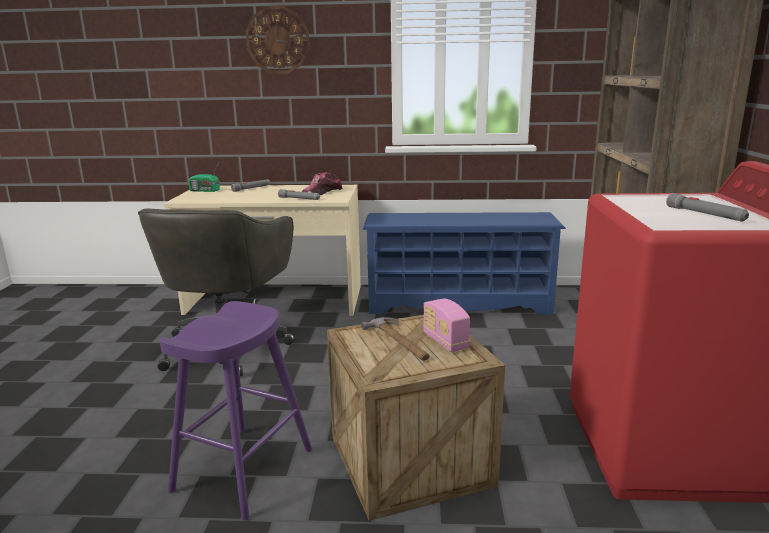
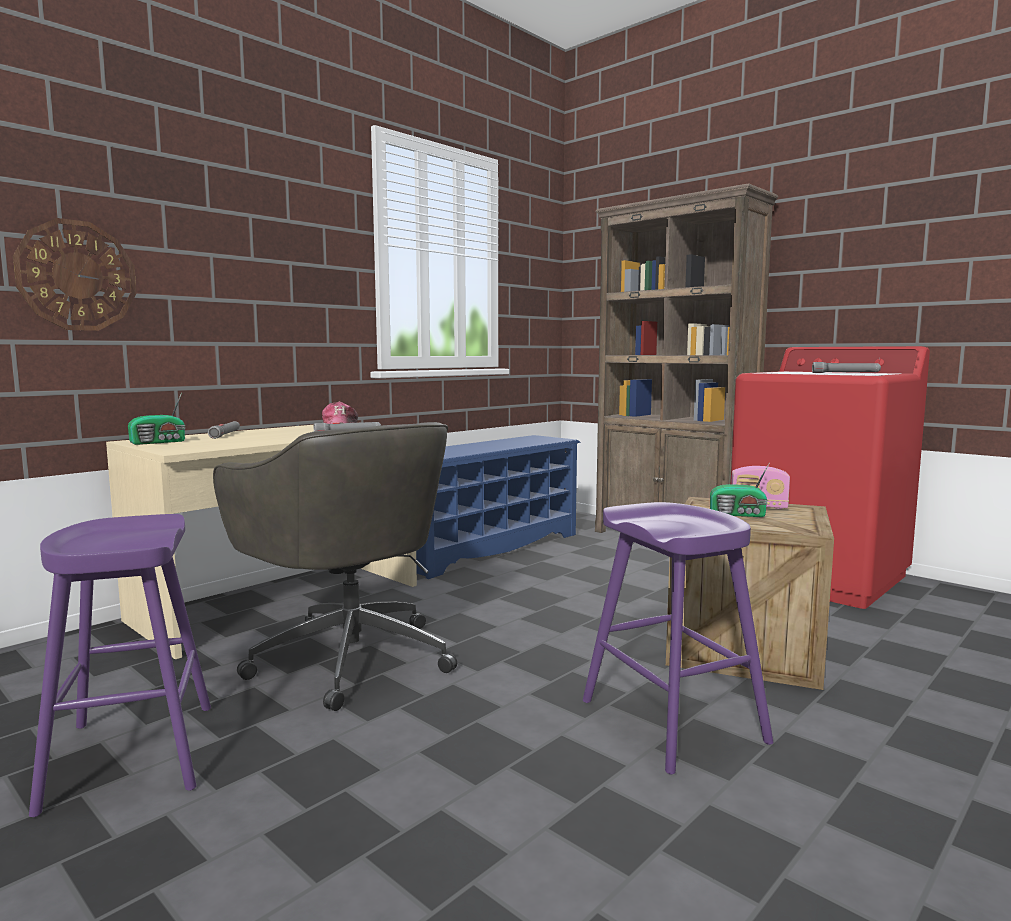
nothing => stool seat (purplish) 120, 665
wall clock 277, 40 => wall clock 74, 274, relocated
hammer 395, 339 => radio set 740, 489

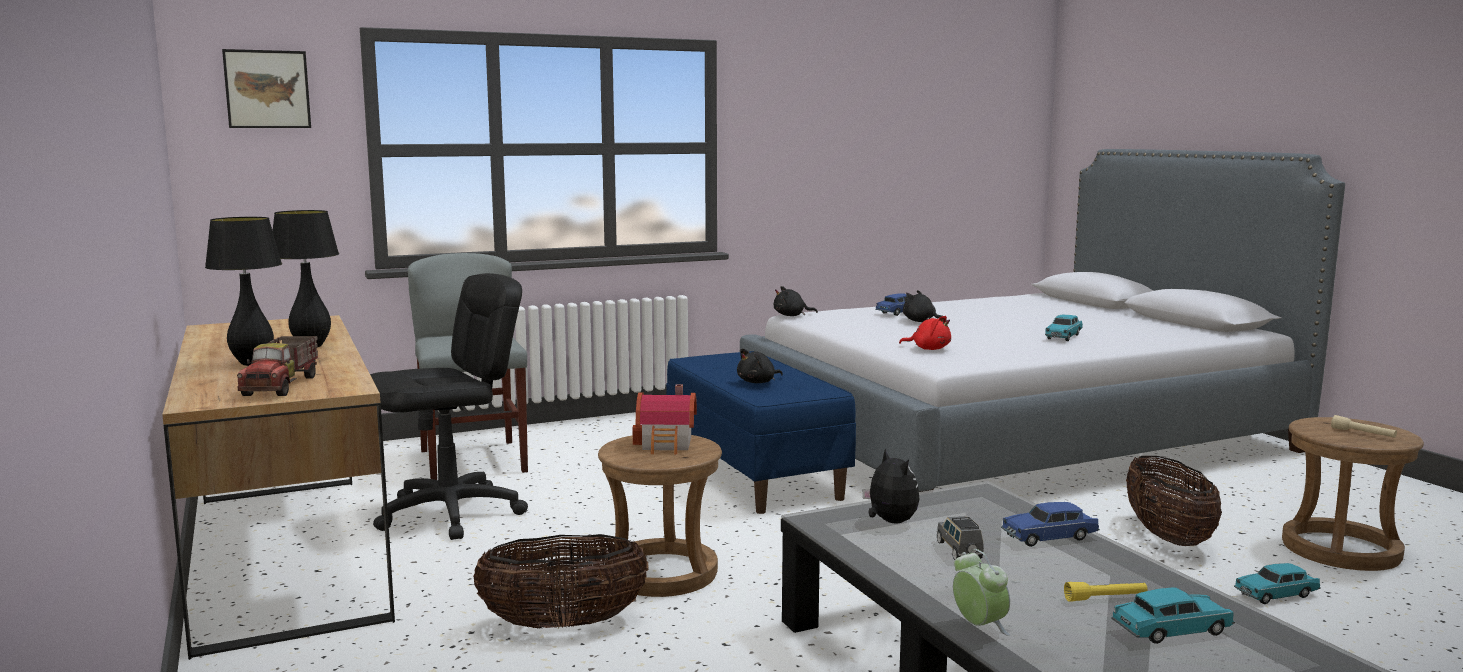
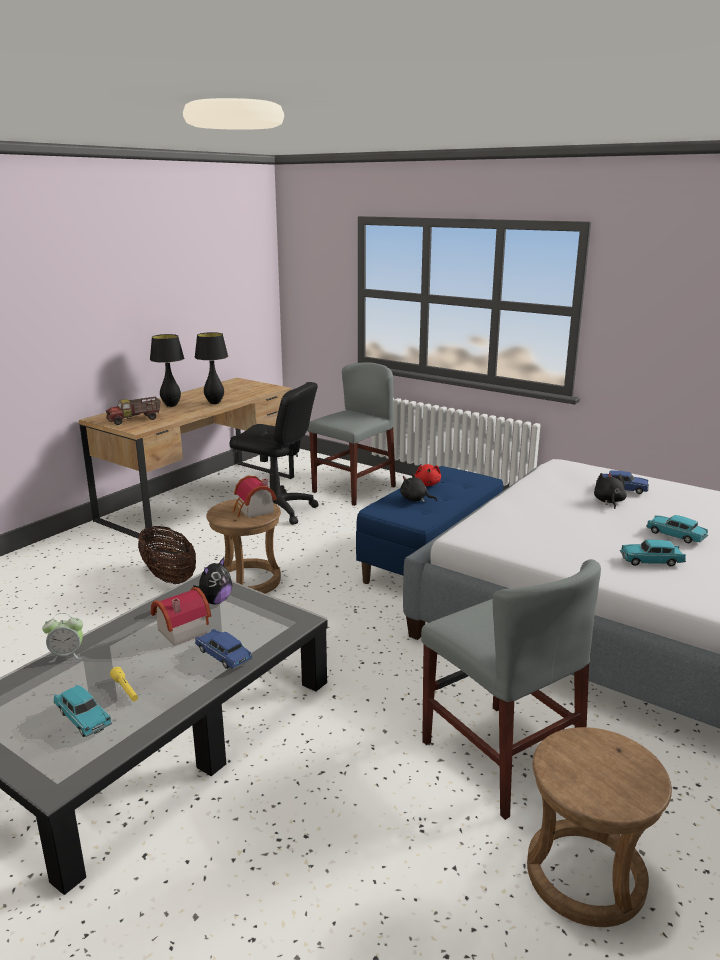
wall picture 266, 88 => nothing
soft toy (black) 796, 301 => nothing
torch (beige-coloured) 1364, 426 => nothing
soft toy (reddish) 925, 333 => soft toy (reddish) 428, 475, relocated
model car (blue-green) 1277, 583 => model car (blue-green) 677, 529, relocated
model car (gray) 960, 538 => miniature house 181, 616
basket 1174, 501 => upright chair (gray) 511, 689
table clock 981, 592 => table clock 62, 638, 45 degrees clockwise

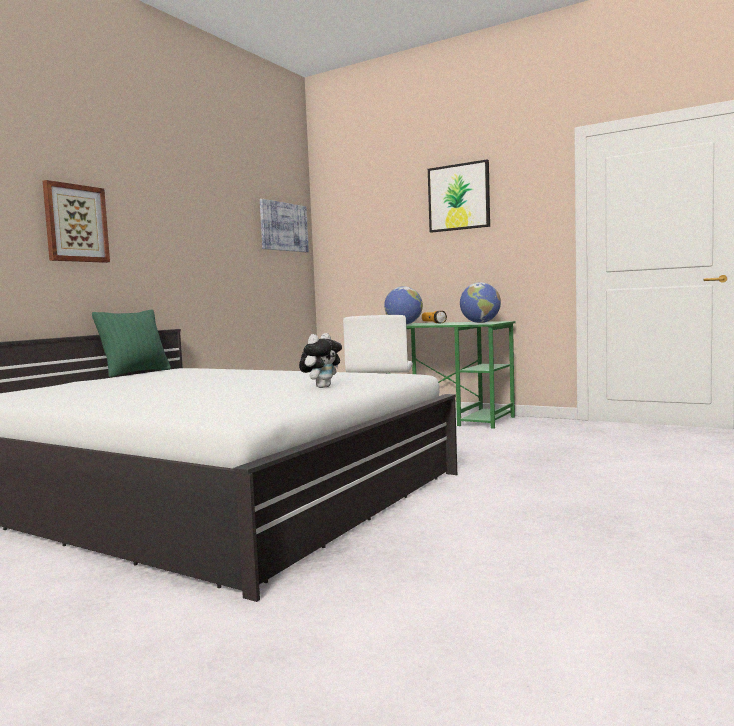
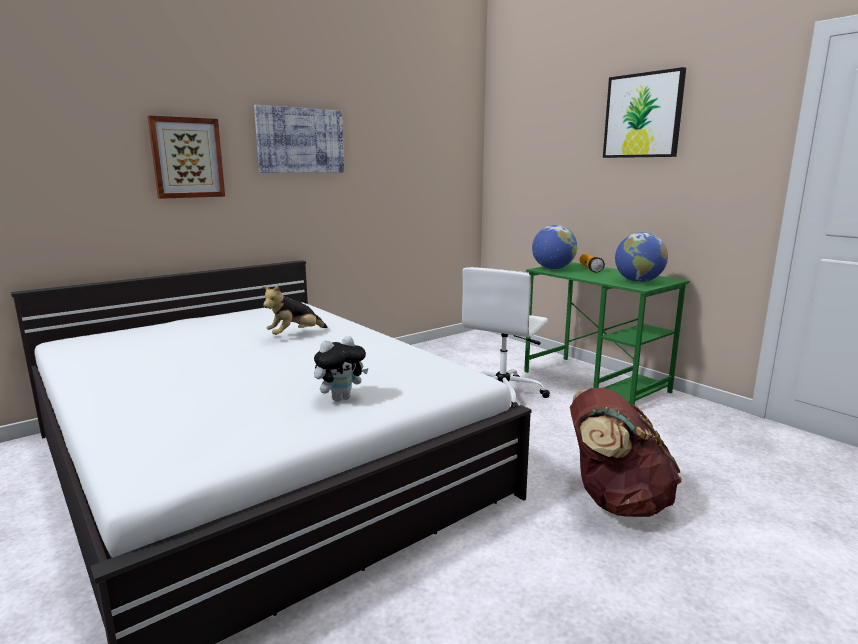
pillow (greenish) 131, 343 => nothing
nothing => soft toy 294, 310
nothing => knapsack (brown) 626, 452
wall picture 284, 225 => wall picture 299, 139, relocated

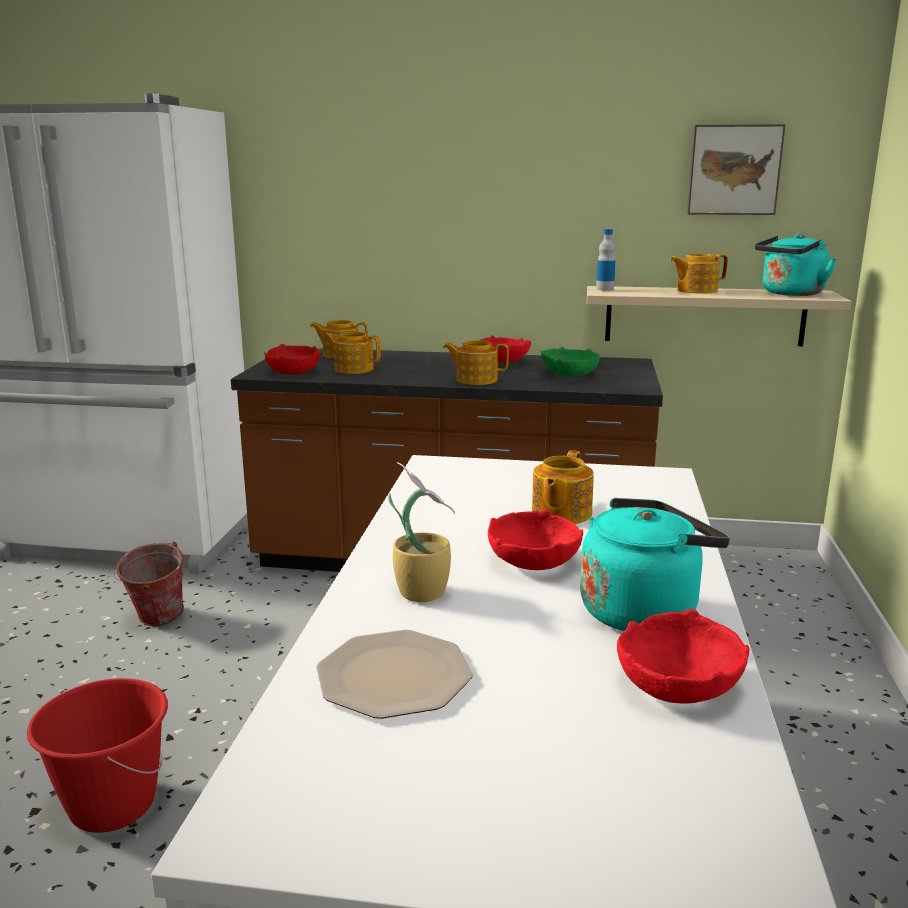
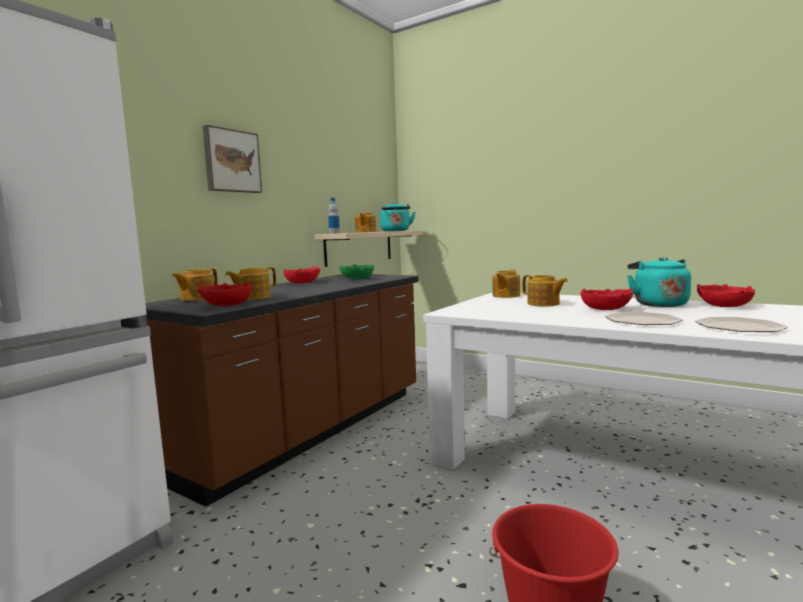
bucket 148, 583 => nothing
pot for tea 476, 362 => pot for tea 506, 284, relocated
wall picture 736, 169 => wall picture 232, 159, relocated
houseplant 421, 532 => flat dish 643, 318

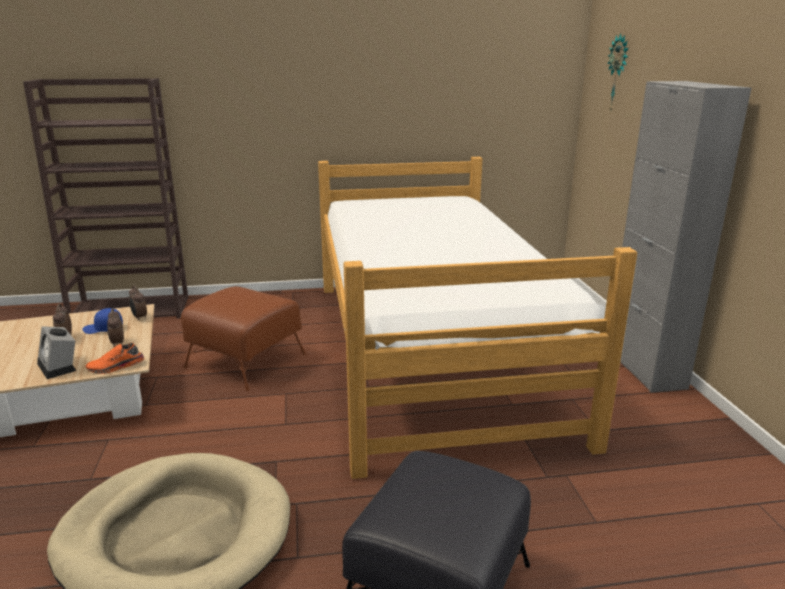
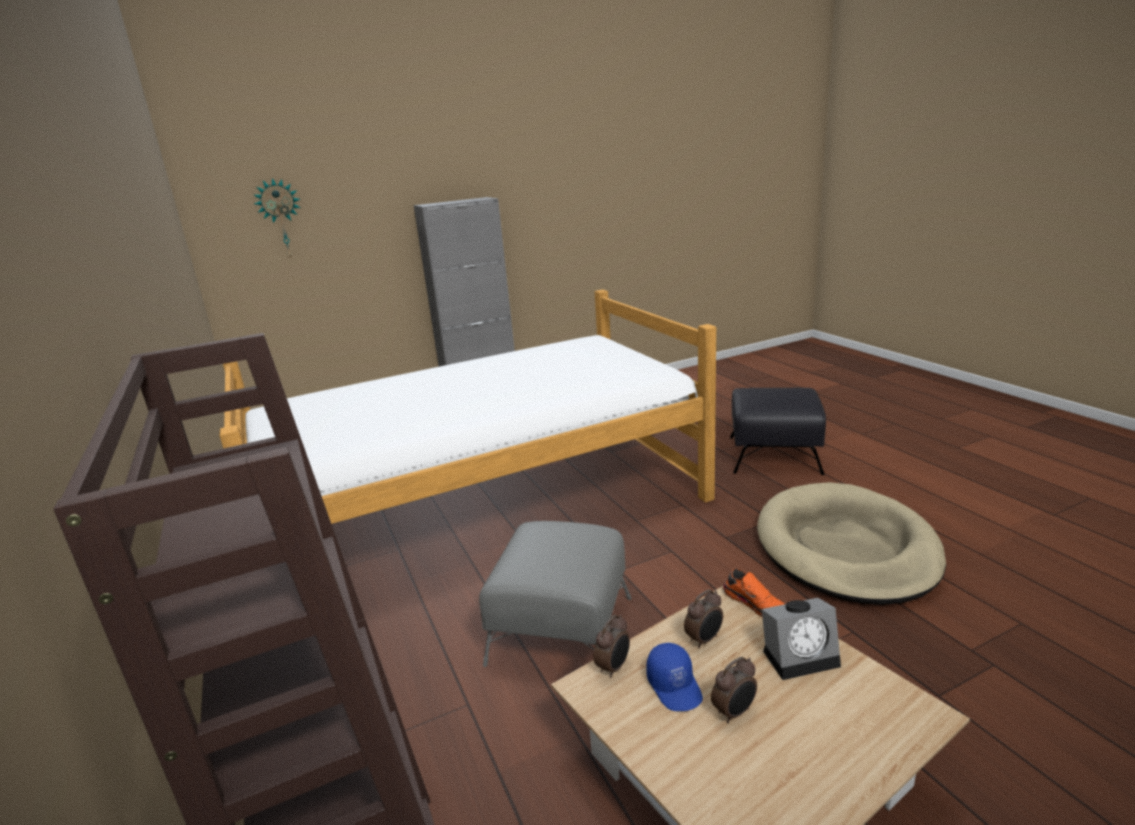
footrest (brown) 243, 338 => footrest (gray) 555, 594
table clock 56, 352 => table clock 801, 639, 45 degrees clockwise

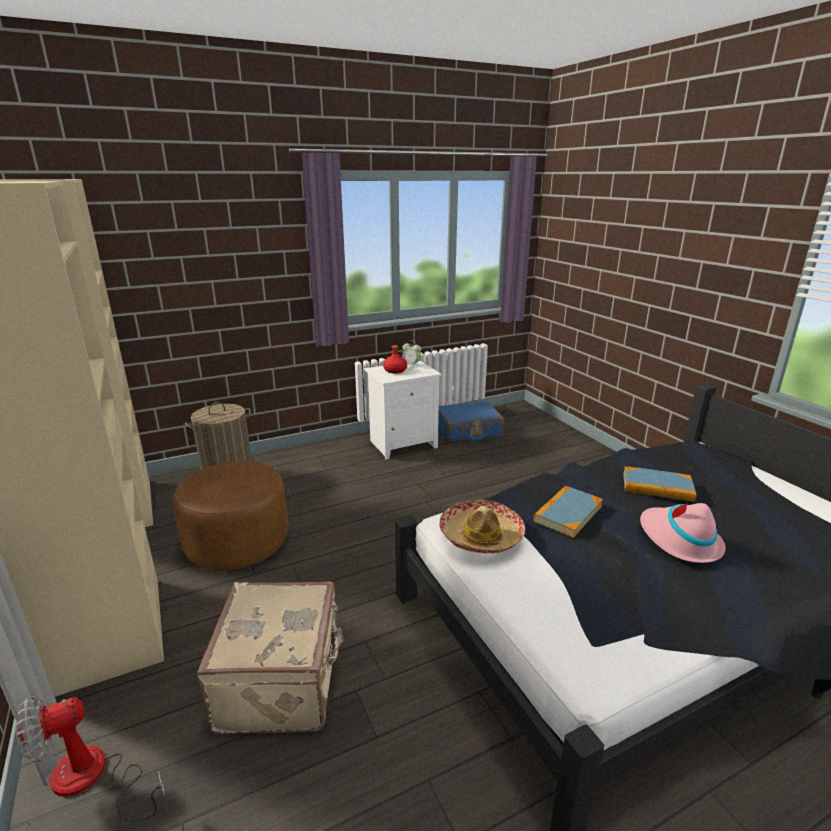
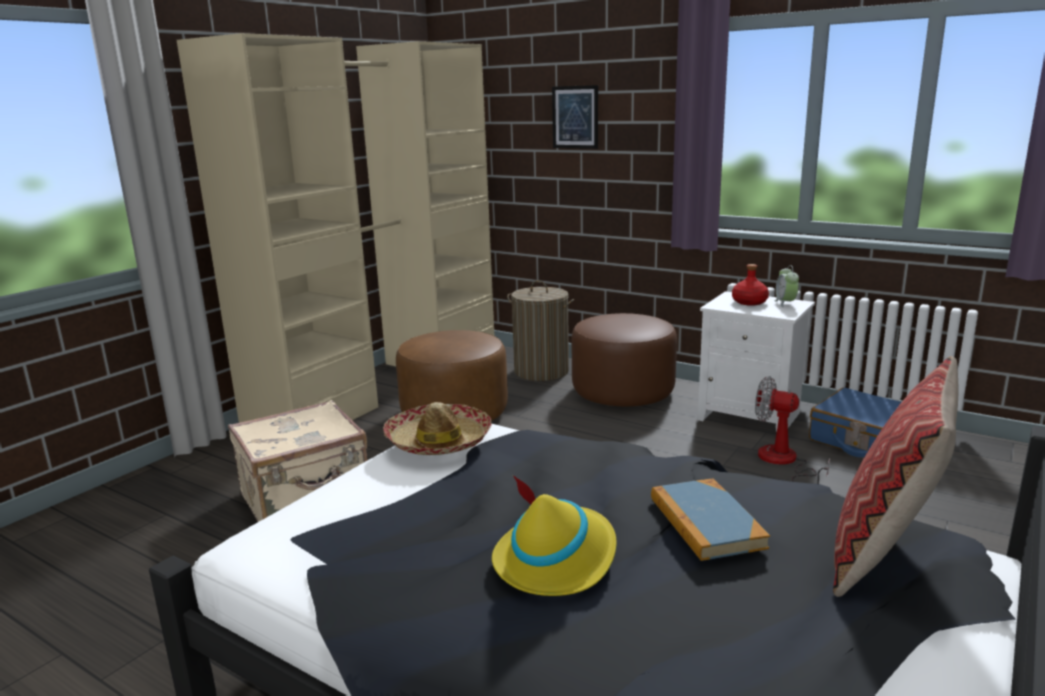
bound book 568, 512 => nothing
nothing => wall picture 575, 117
nothing => footrest (brown) 624, 359
nothing => pillow 896, 476
fan 90, 758 => fan 792, 430, relocated
hat (pink) 683, 533 => hat (yellow-coloured) 554, 535

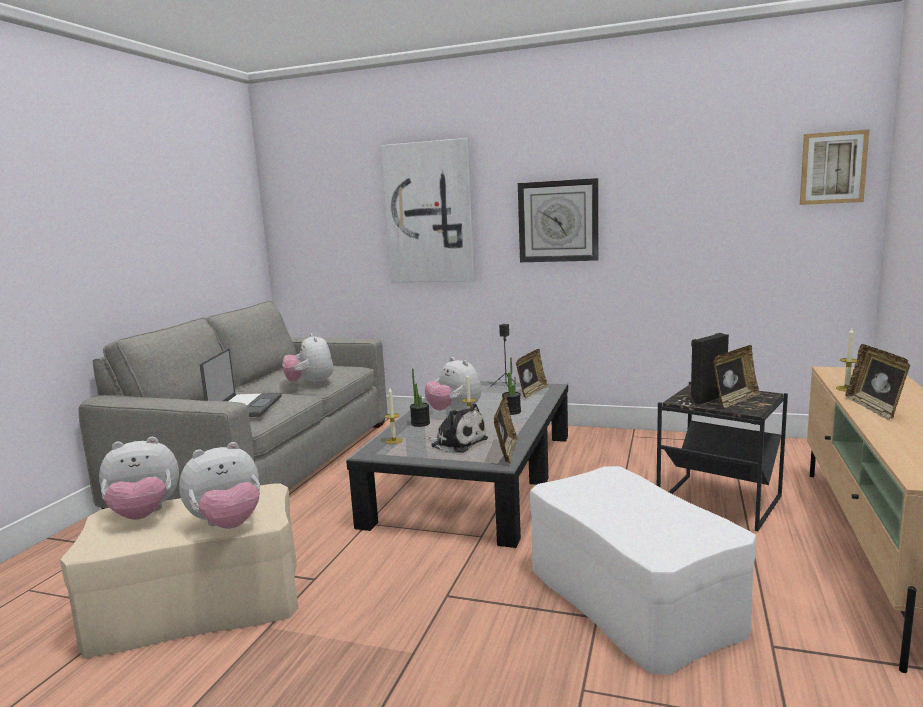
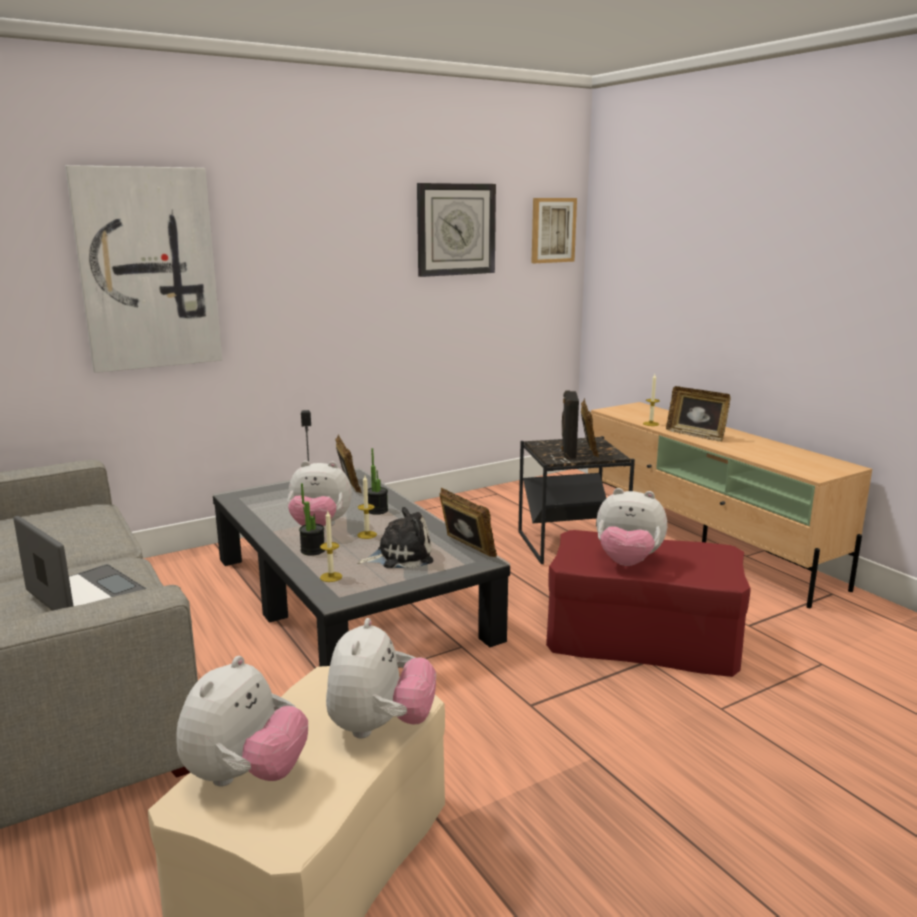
soft toy 307, 359 => soft toy 631, 527, relocated
wall clock 558, 220 => wall clock 456, 230, relocated
footrest (white-coloured) 643, 570 => footrest (reddish) 648, 603

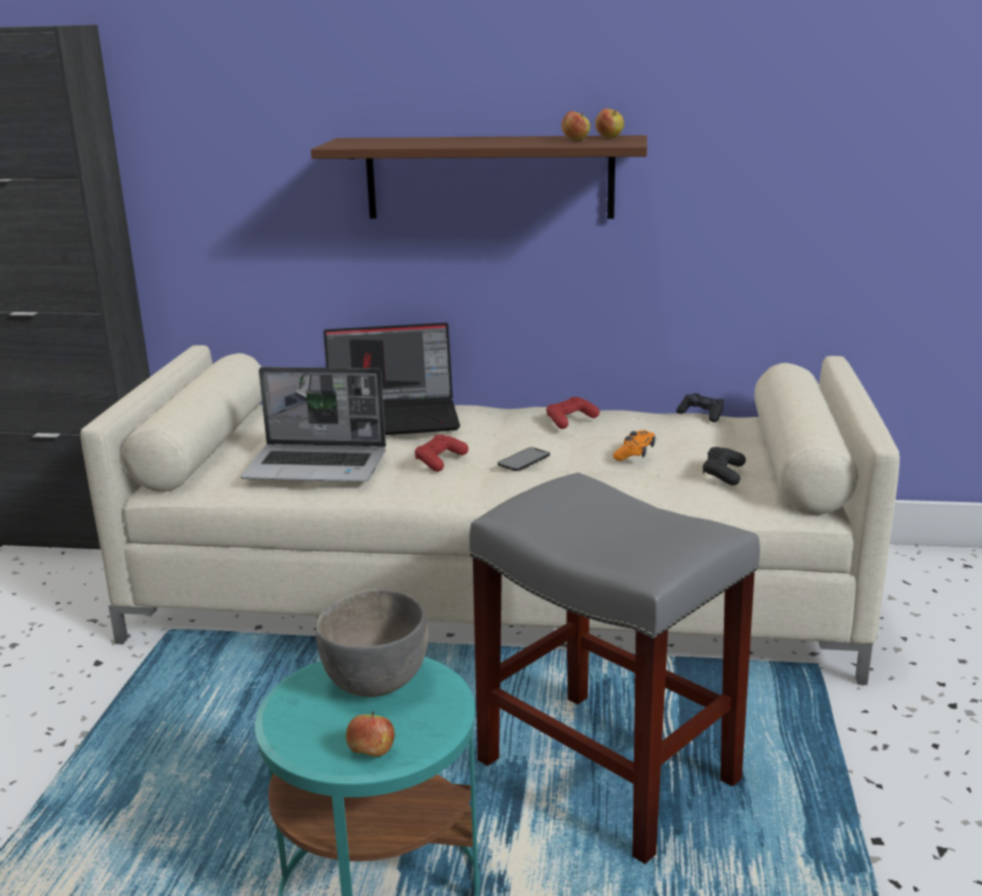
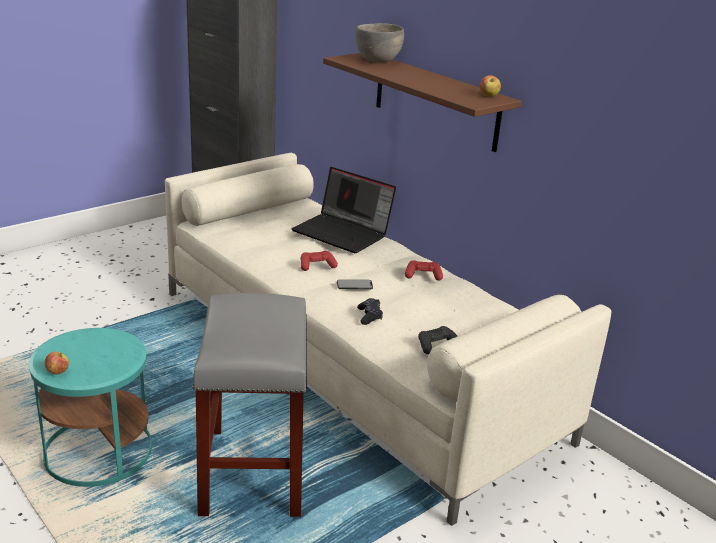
laptop 313, 424 => nothing
apple fruit 575, 126 => nothing
game controller (orangey) 634, 445 => nothing
bowl (gray) 372, 643 => bowl (gray) 380, 42, relocated
game controller (black) 700, 407 => game controller (black) 370, 311, relocated

